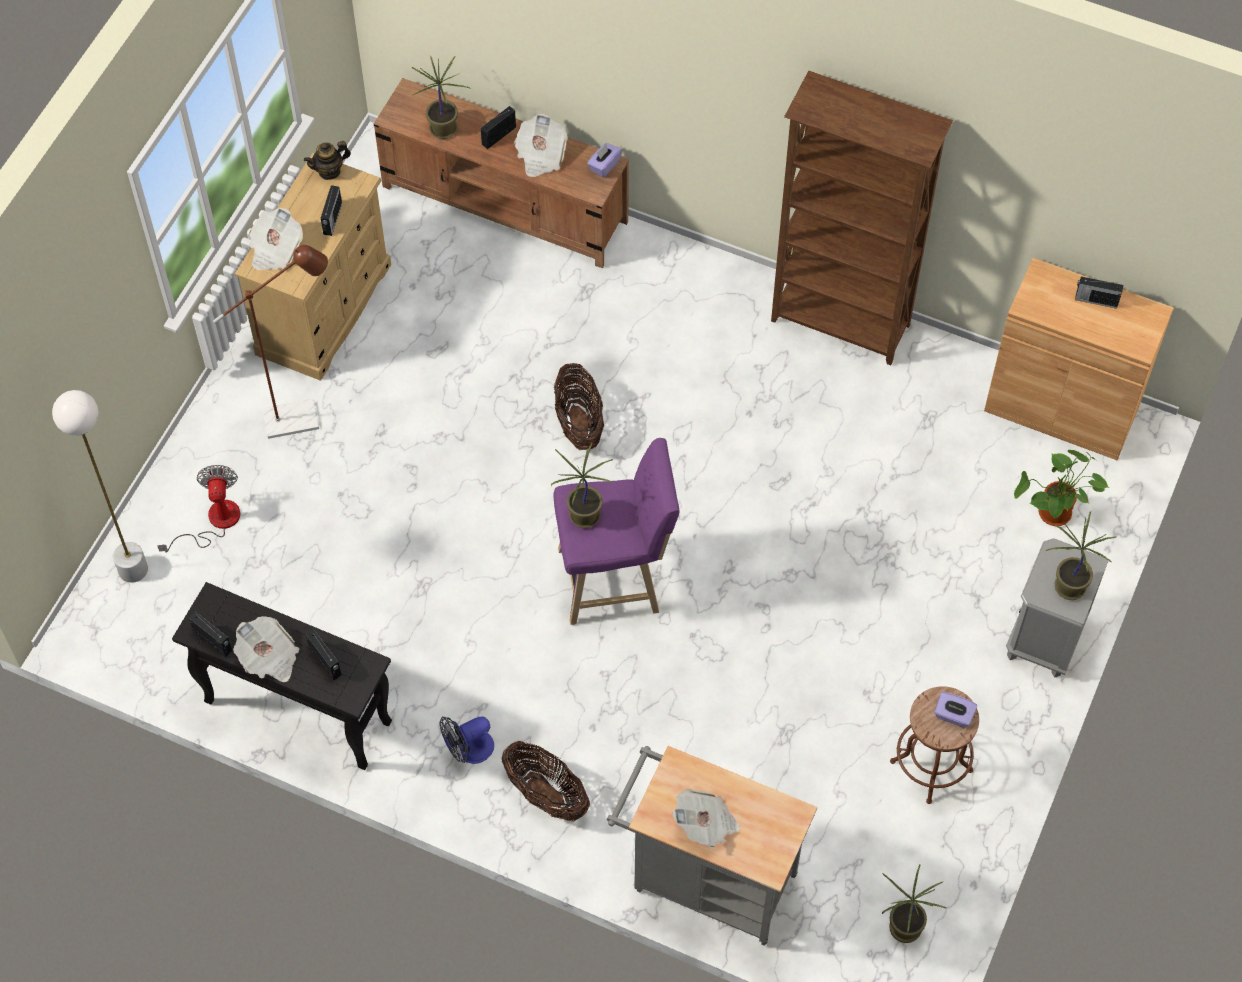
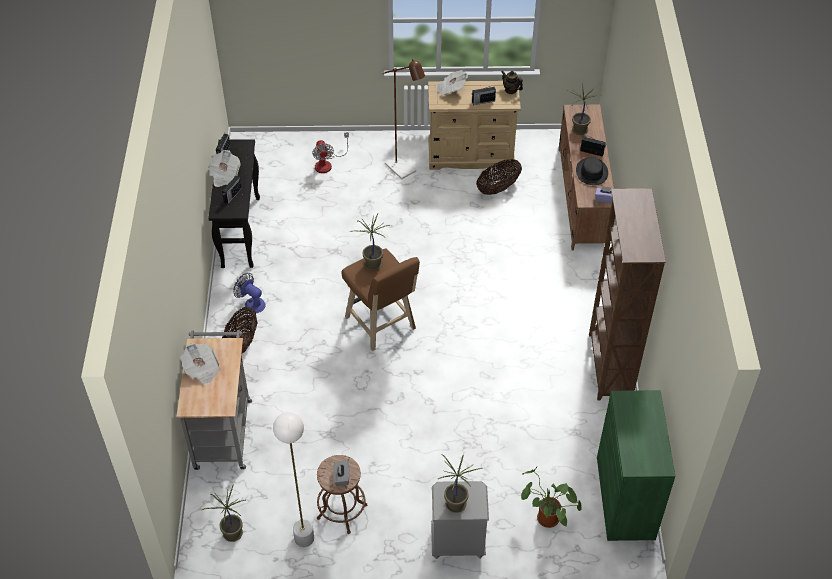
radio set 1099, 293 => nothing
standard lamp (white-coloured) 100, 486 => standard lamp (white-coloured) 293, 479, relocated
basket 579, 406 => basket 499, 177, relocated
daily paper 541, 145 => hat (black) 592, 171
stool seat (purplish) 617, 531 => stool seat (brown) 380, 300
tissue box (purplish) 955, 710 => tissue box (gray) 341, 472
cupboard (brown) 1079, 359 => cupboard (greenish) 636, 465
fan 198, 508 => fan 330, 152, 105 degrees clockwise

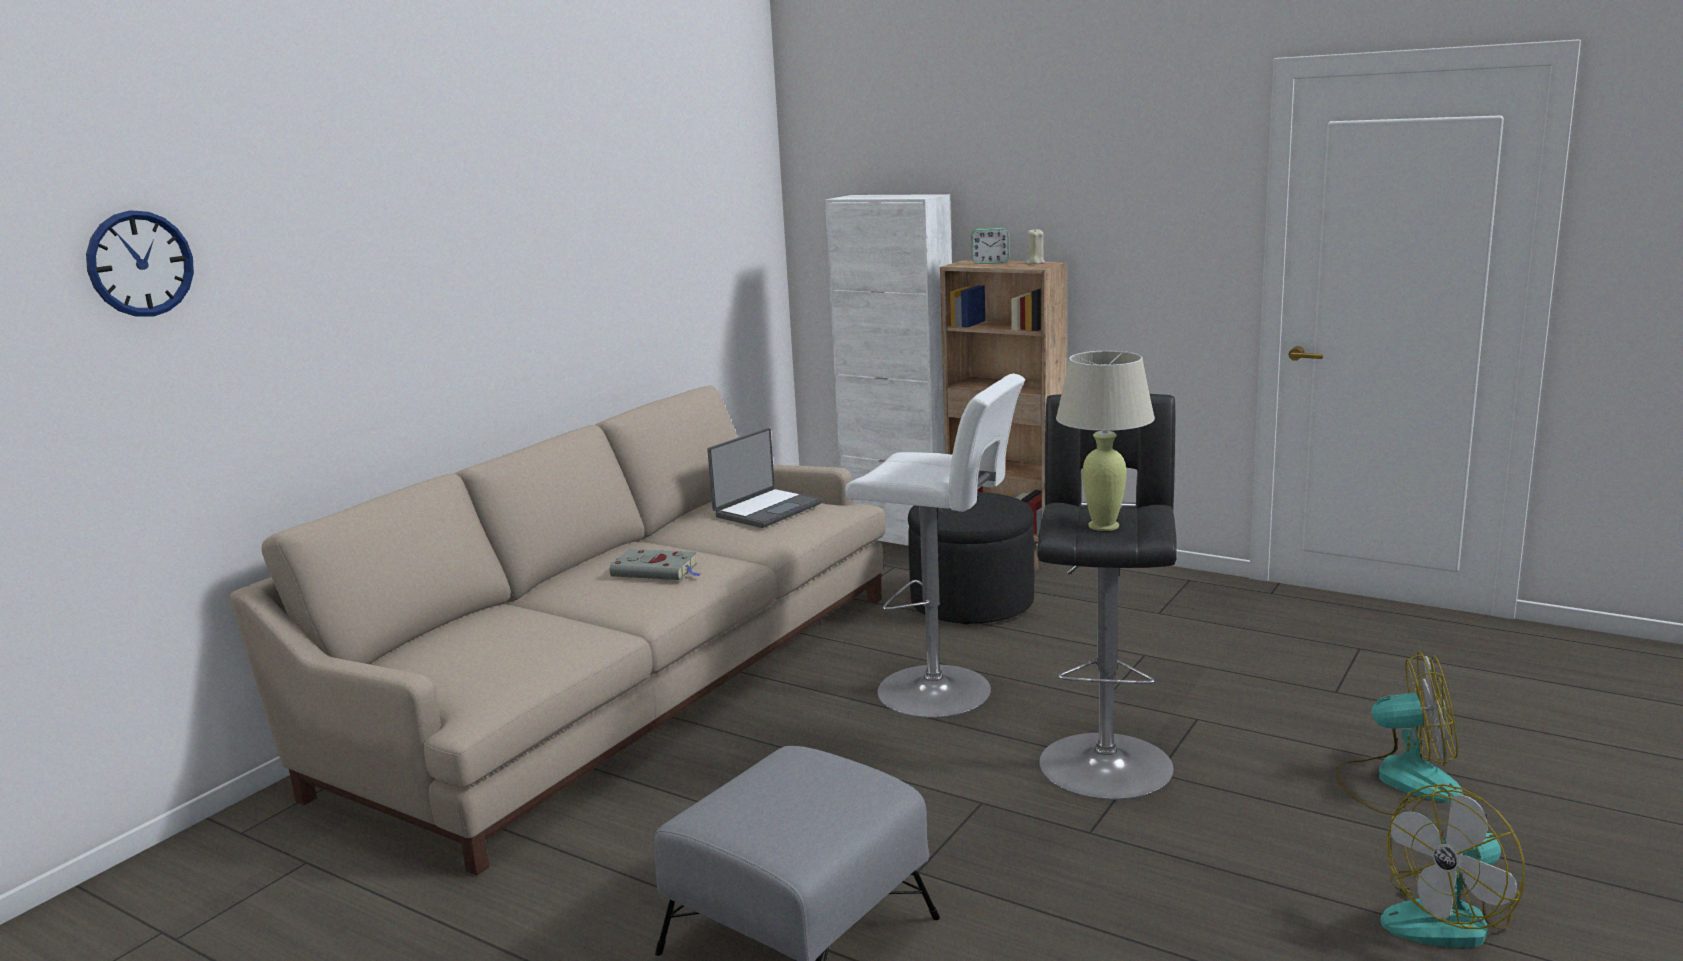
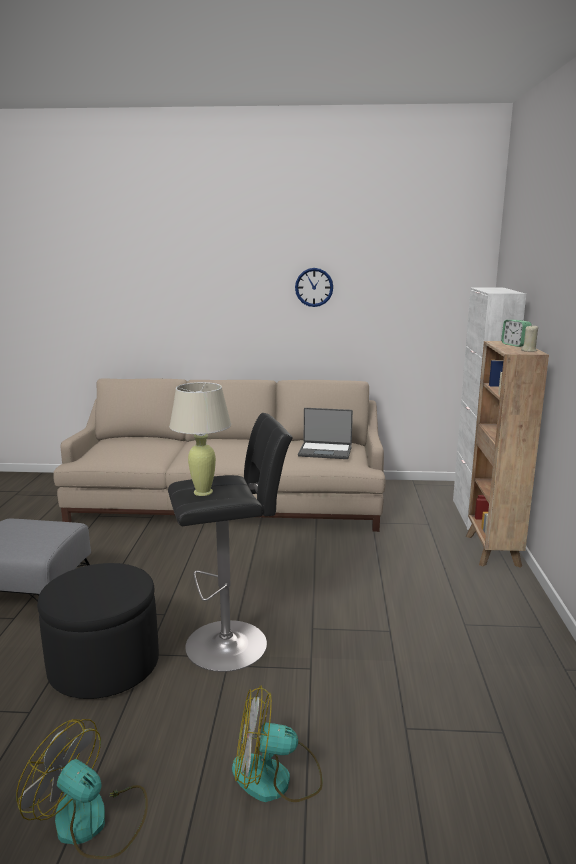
bound book (gray) 655, 564 => nothing
stool seat (white-coloured) 935, 546 => nothing
wall clock 140, 263 => wall clock 314, 287, relocated
footrest (black) 971, 558 => footrest (black) 98, 631, relocated
fan 1399, 733 => fan 277, 744, 105 degrees clockwise

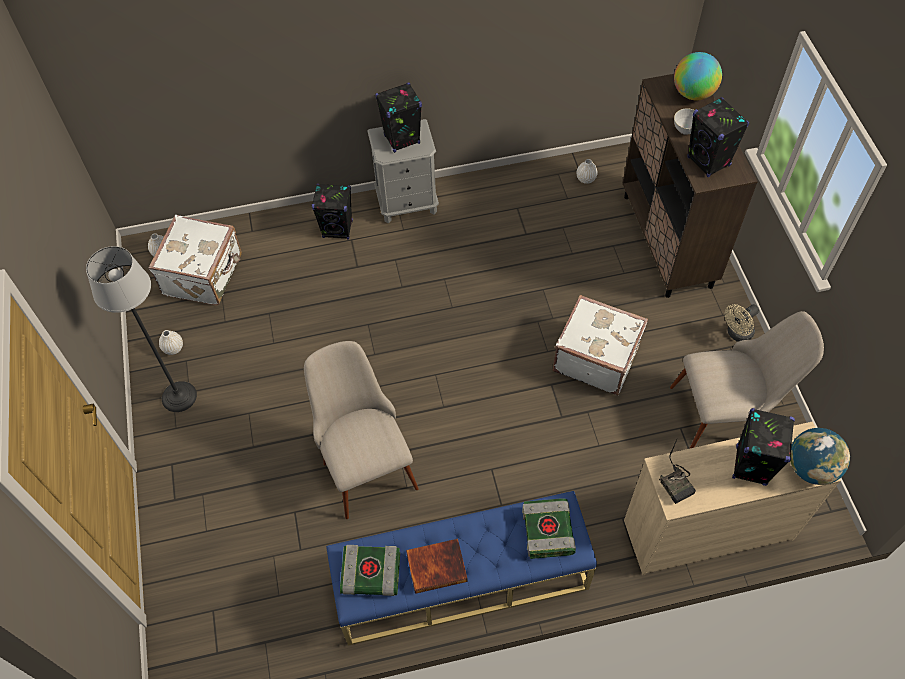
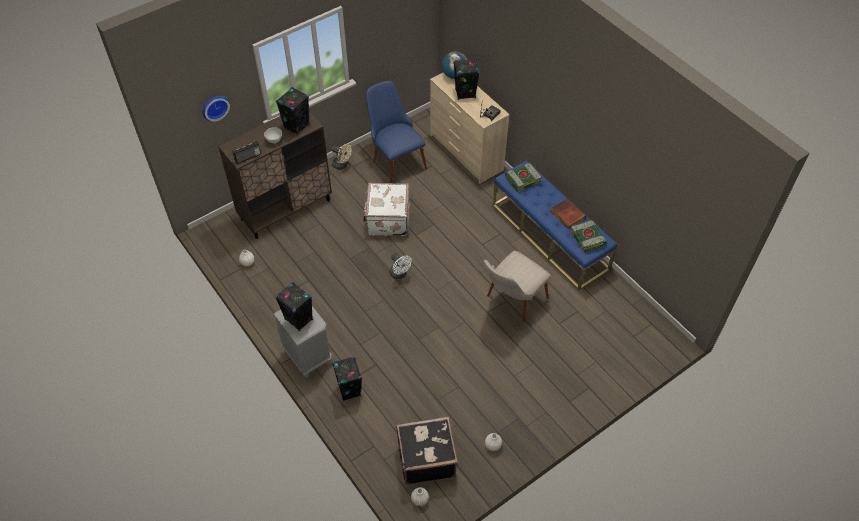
standard lamp 141, 329 => nothing
desk globe 698, 76 => nothing
nothing => wall clock 216, 108
nothing => radio set 246, 152
nothing => fan (white-coloured) 401, 266
travel case (white-coloured) 195, 260 => travel case (black) 427, 451
upright chair (beige-coloured) 747, 380 => upright chair (blue-coloured) 396, 132

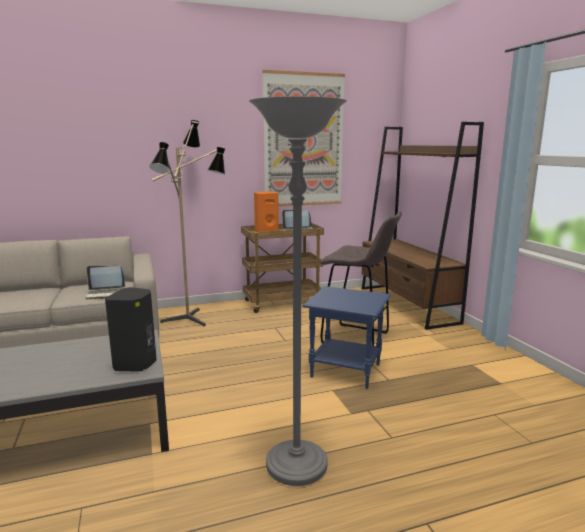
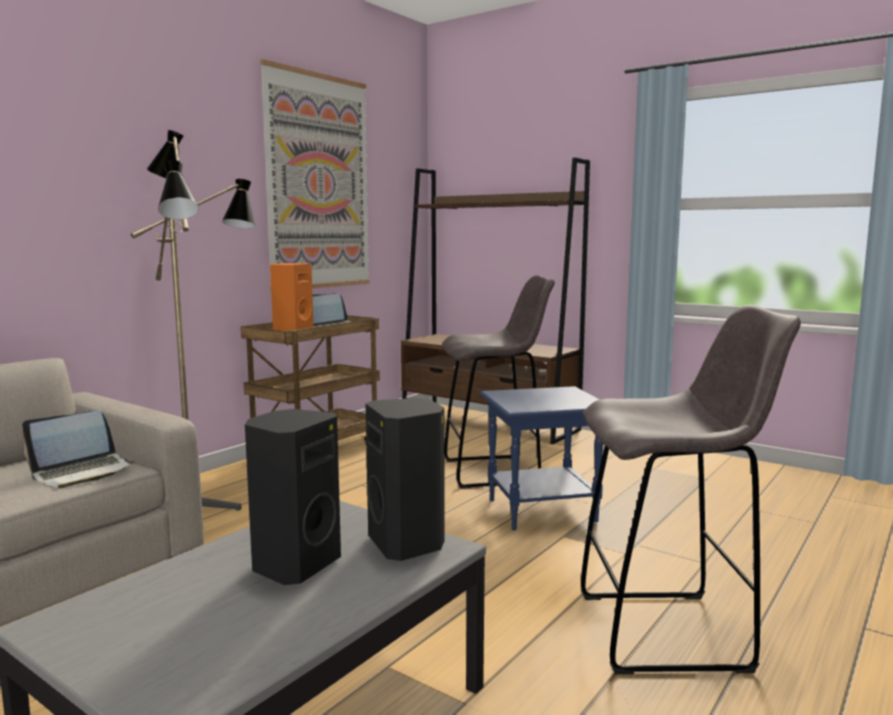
nothing => audio speaker (black) 293, 497
standard lamp (gray) 298, 291 => stool seat (gray) 691, 489

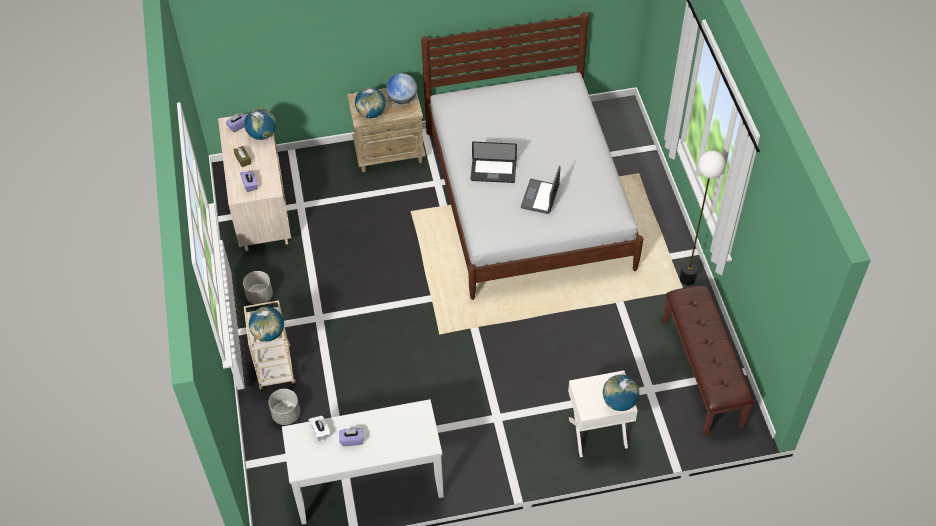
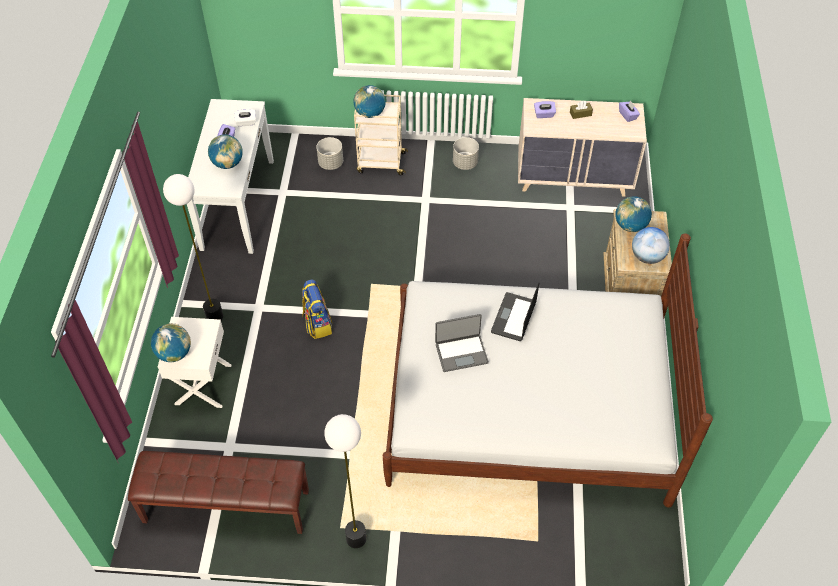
nothing => standard lamp 193, 247
nothing => knapsack 317, 309
desk globe 260, 124 => desk globe 225, 151, relocated
laptop 541, 190 => laptop 462, 343, 135 degrees clockwise

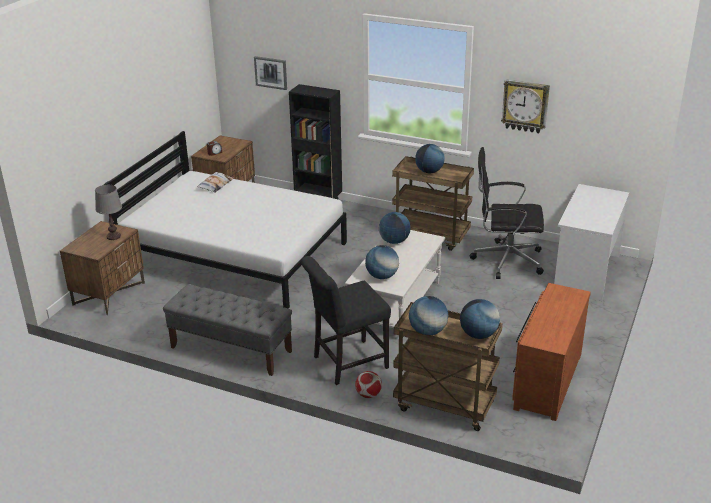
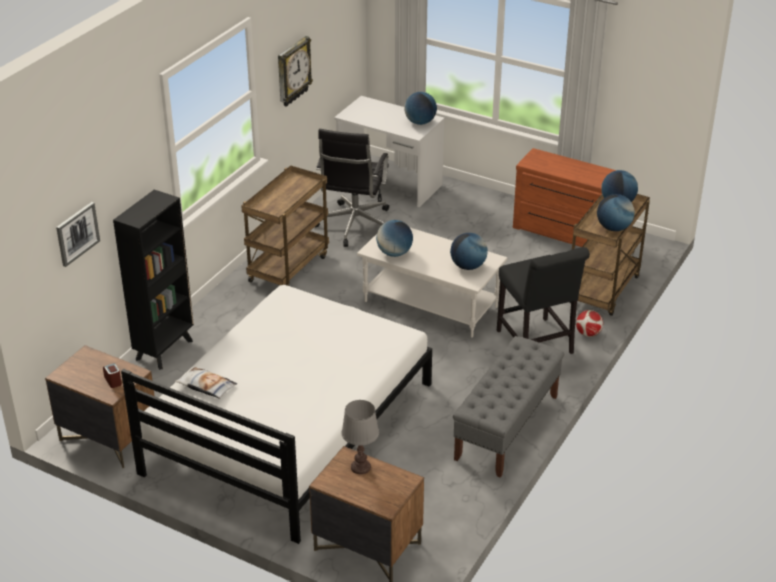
desk globe 430, 158 => desk globe 420, 108, relocated

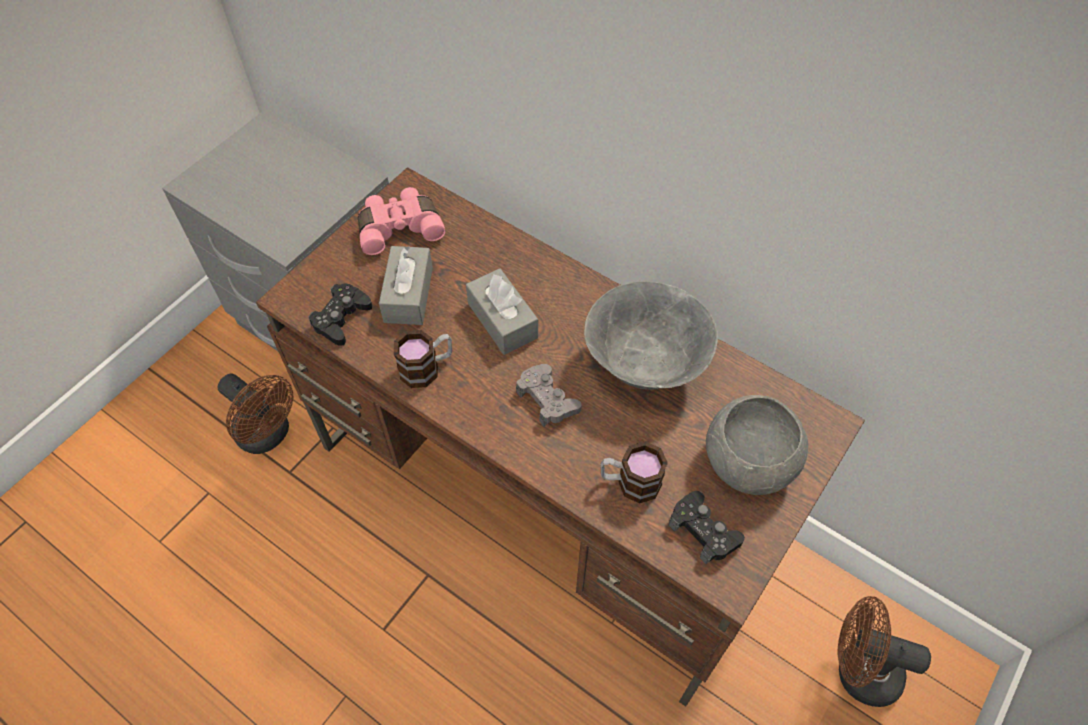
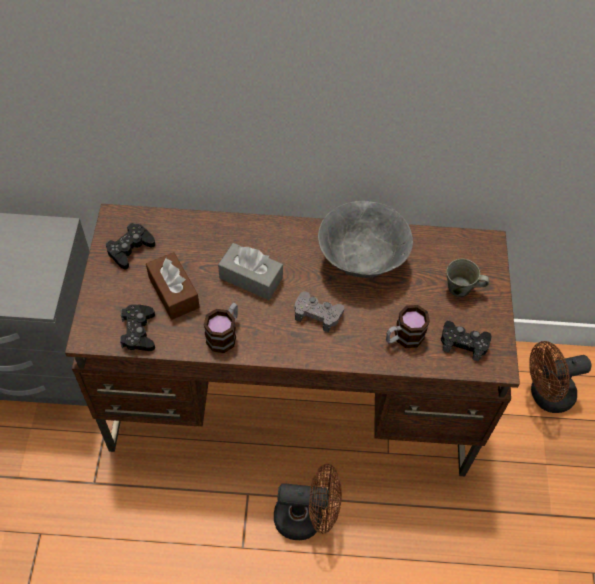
fan (brown) 255, 413 => fan (brown) 308, 502, relocated
field glasses (pink) 401, 221 => game controller (black) 130, 246
bowl (gray) 757, 445 => coffee mug (gray) 467, 277
tissue box (gray) 406, 285 => tissue box (brown) 173, 286

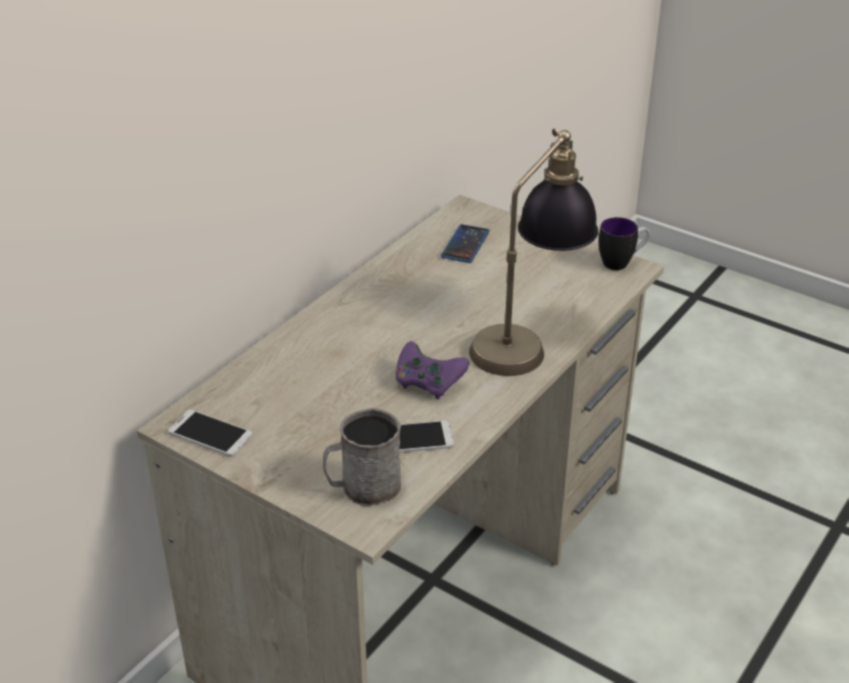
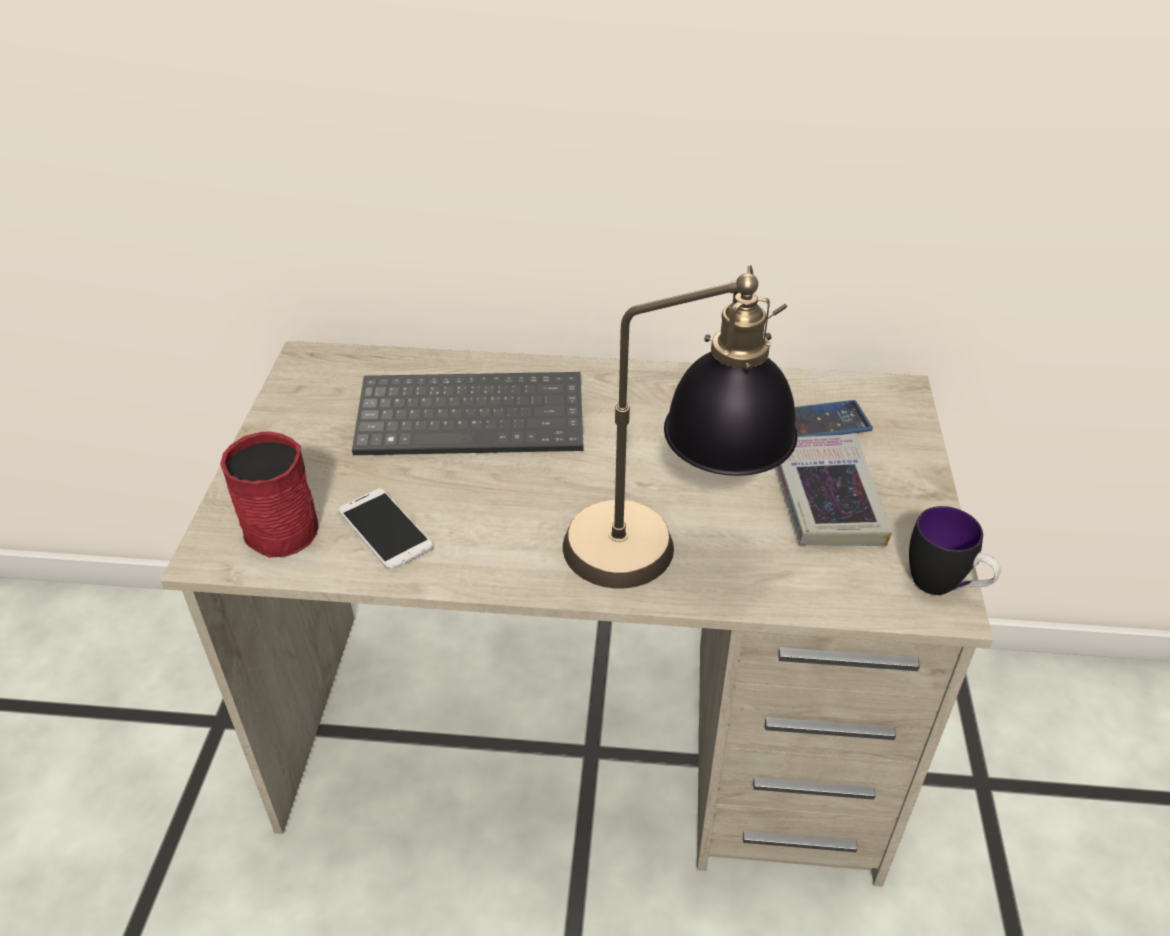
phone 210, 433 => nothing
game controller (purplish) 432, 370 => nothing
nothing => computer keyboard 467, 413
nothing => bound book 834, 490
coffee mug (gray) 362, 456 => coffee mug (reddish) 269, 494

